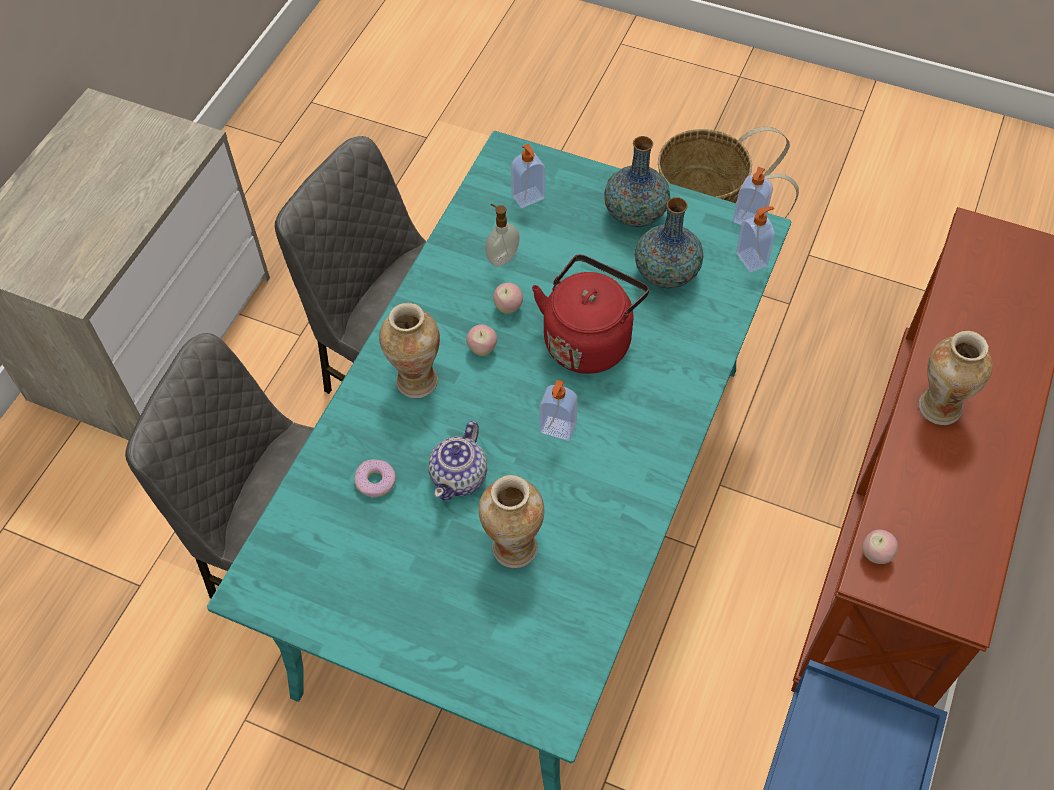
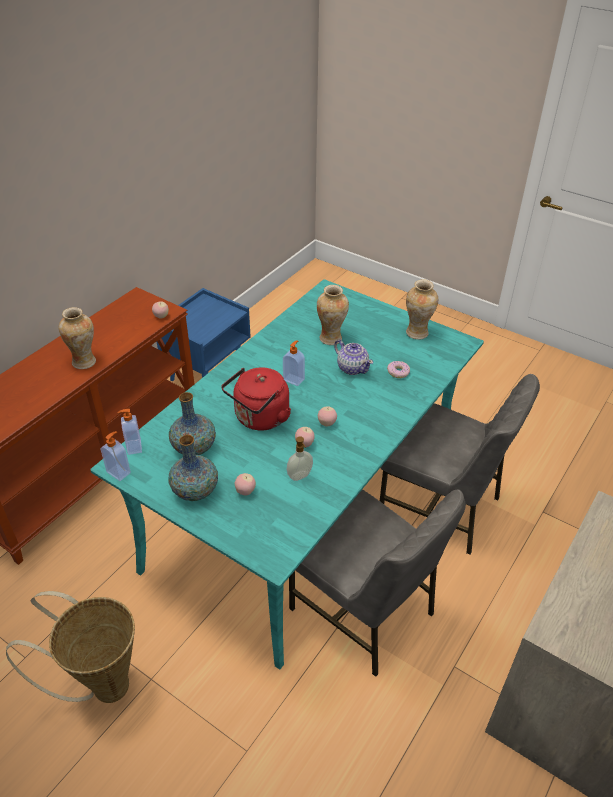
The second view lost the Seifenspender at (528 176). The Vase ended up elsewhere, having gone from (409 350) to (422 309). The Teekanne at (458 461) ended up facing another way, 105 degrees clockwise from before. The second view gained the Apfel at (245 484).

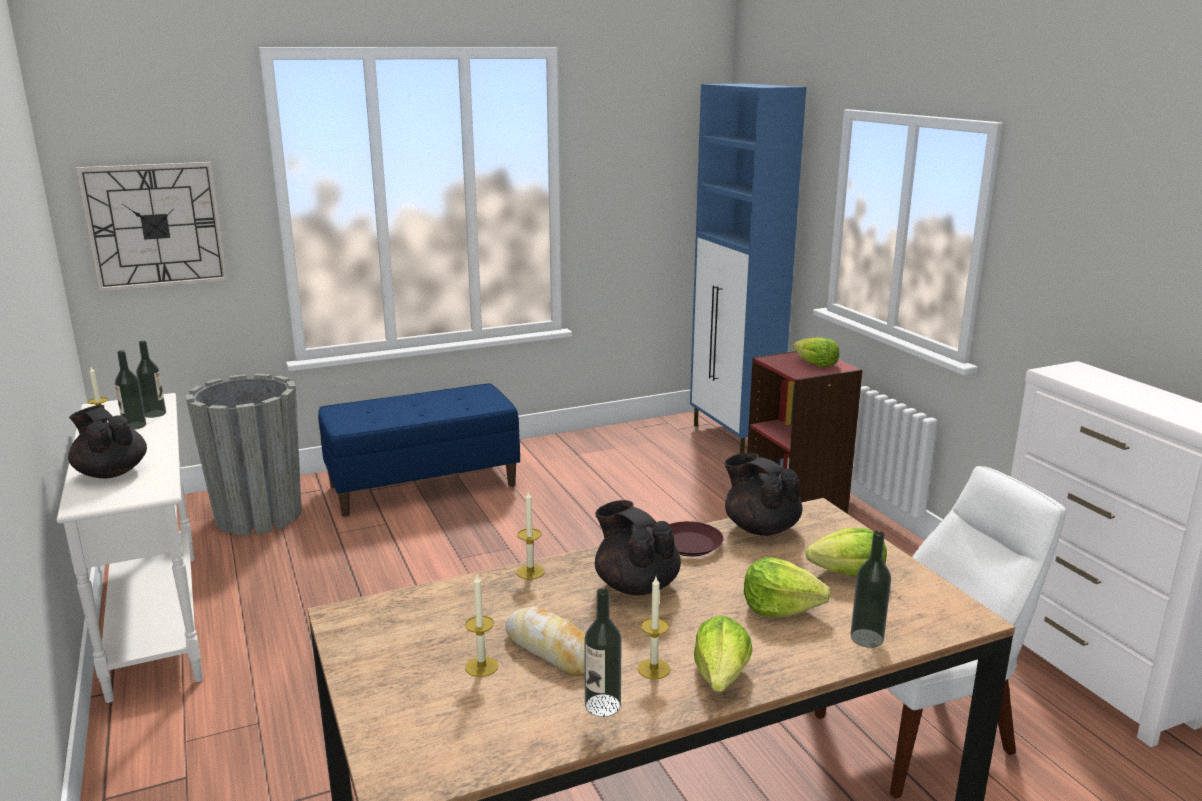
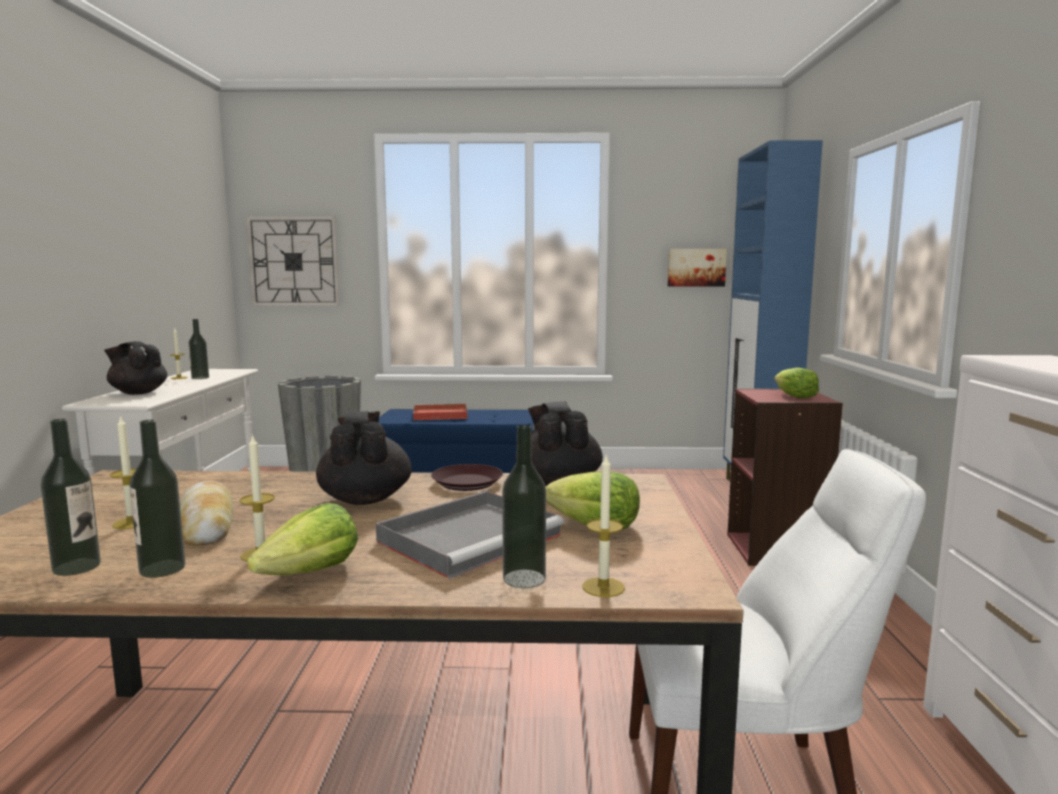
The Flasche ended up elsewhere, having gone from (151 379) to (71 497). The Teekanne (schwarz) at (107 441) ended up facing another way, 45 degrees counterclockwise from before. The Kerze ended up elsewhere, having gone from (530 535) to (603 525). Where the Salatkopf stood at (787 587), the Tablett (grau) came to stand at (470 535). The second view gained the Bild at (697 267). The second view gained the Tablett (rot) at (440 411).

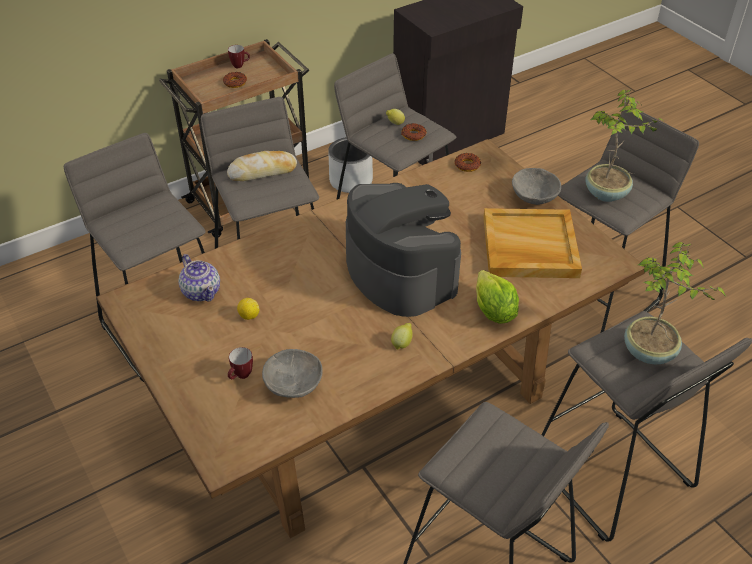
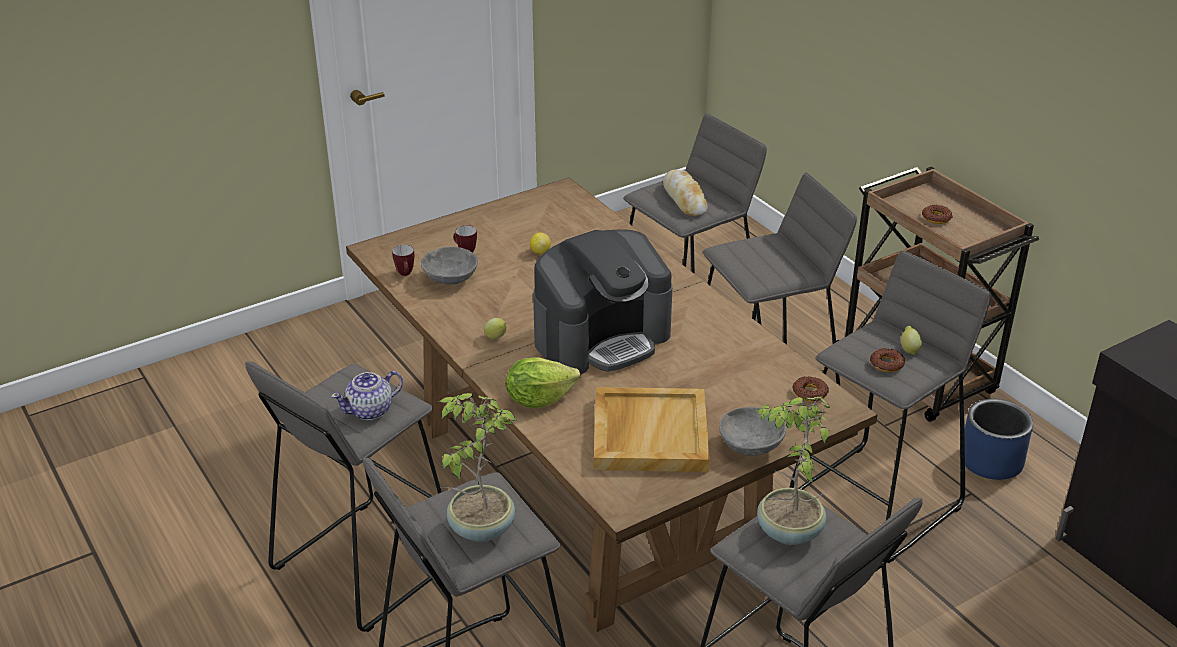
The Henkelbecher ended up elsewhere, having gone from (239 56) to (403 260). What was the Pflanzkübel (grau) at (350 165) turned into the Pflanzkübel (blau) at (999 439). The Brot ended up elsewhere, having gone from (262 166) to (685 193). The Teekanne ended up elsewhere, having gone from (199 277) to (367 395).

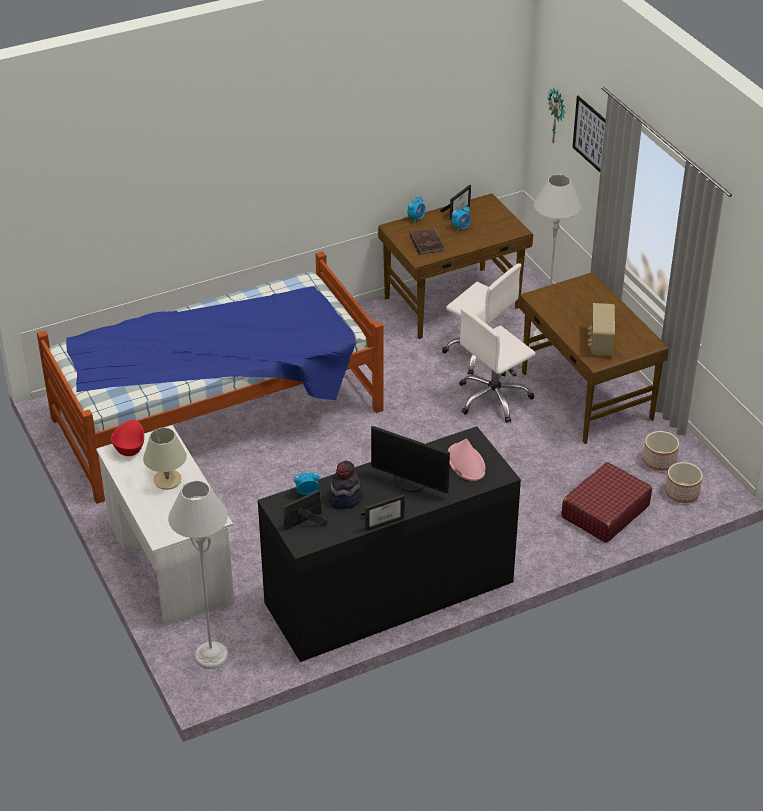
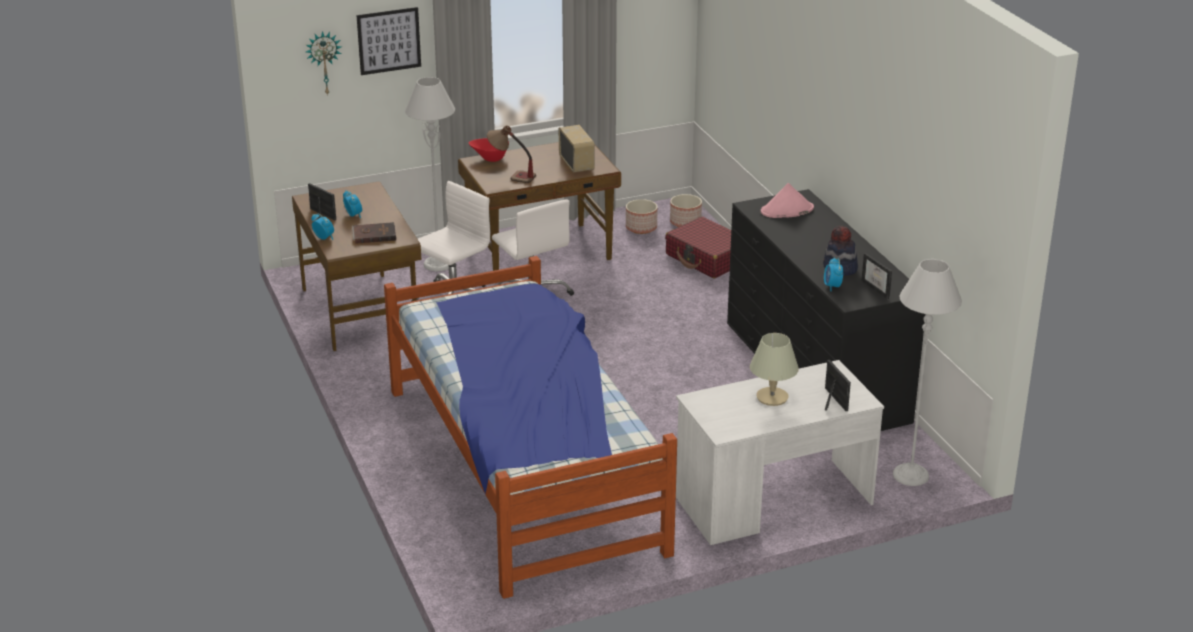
The Radio at (601 329) ended up facing another way, 120 degrees counterclockwise from before. The Schüssel (rot) ended up elsewhere, having gone from (127 438) to (488 150). The second view lost the Monitor at (410 459). The Bilderrahmen ended up elsewhere, having gone from (383 512) to (838 385). The second view gained the Tischlampe at (511 154).

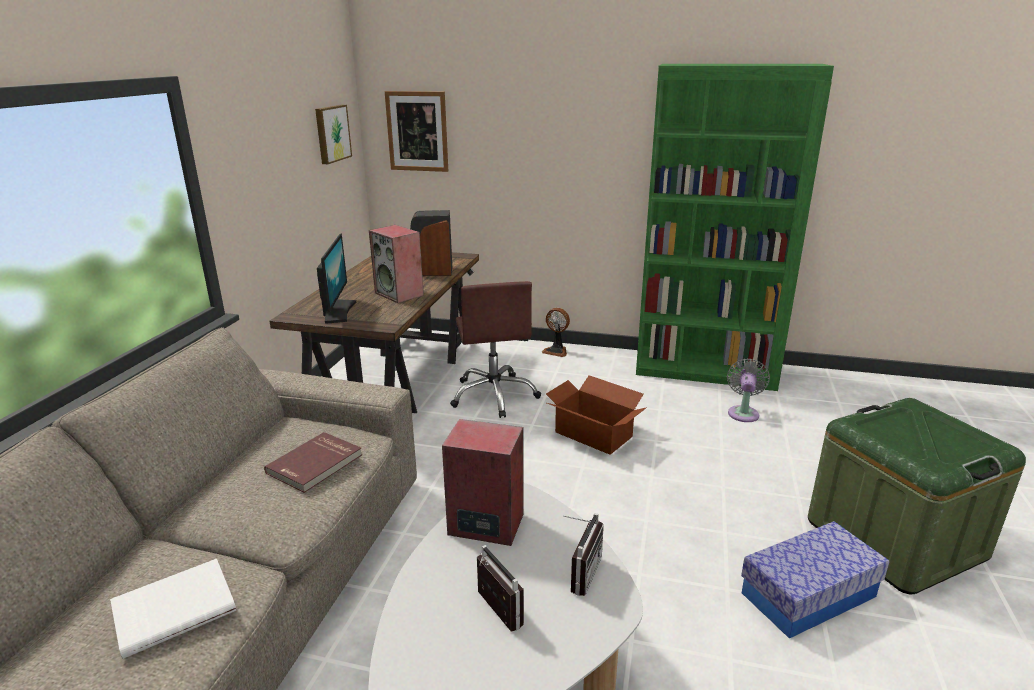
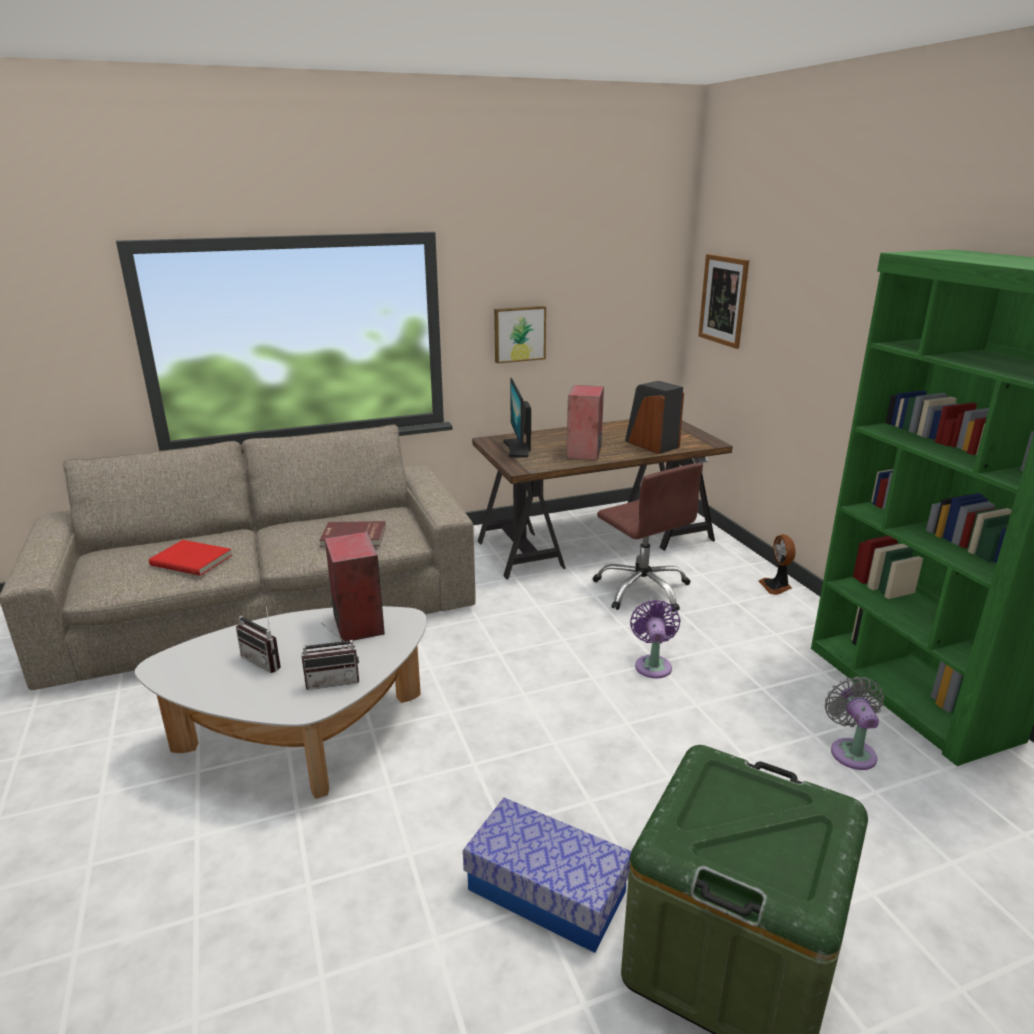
The Bild ended up elsewhere, having gone from (333 134) to (520 334). The Monitor at (336 278) ended up facing another way, 120 degrees clockwise from before. The Bürostuhl (braun) at (495 349) ended up facing another way, 75 degrees counterclockwise from before. The Ventilator (grau) at (748 390) ended up facing another way, 75 degrees counterclockwise from before. Where the Karton stood at (596 415), the Ventilator (lila) came to stand at (655 639). The Radio at (500 588) ended up facing another way, 105 degrees clockwise from before. What was the Buch (weiß) at (173 609) turned into the Buch (rot) at (190 558).

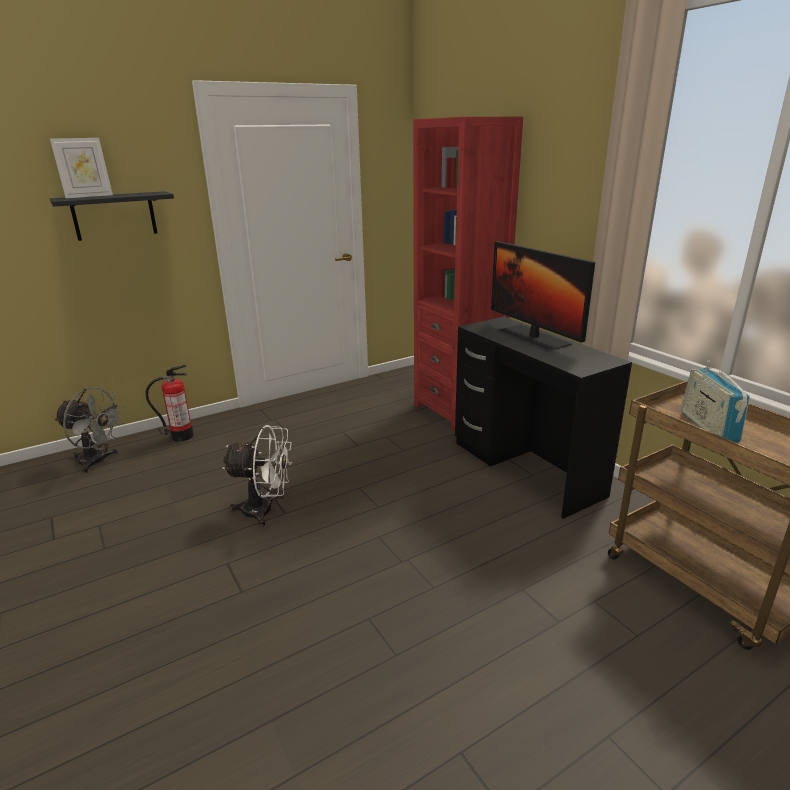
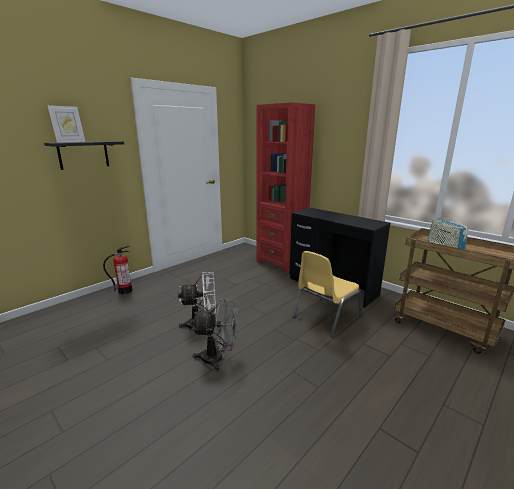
The second view lost the Monitor at (543 296). The Ventilator (grau) ended up elsewhere, having gone from (89 430) to (214 334). The second view gained the Stuhl (gelb) at (327 293).

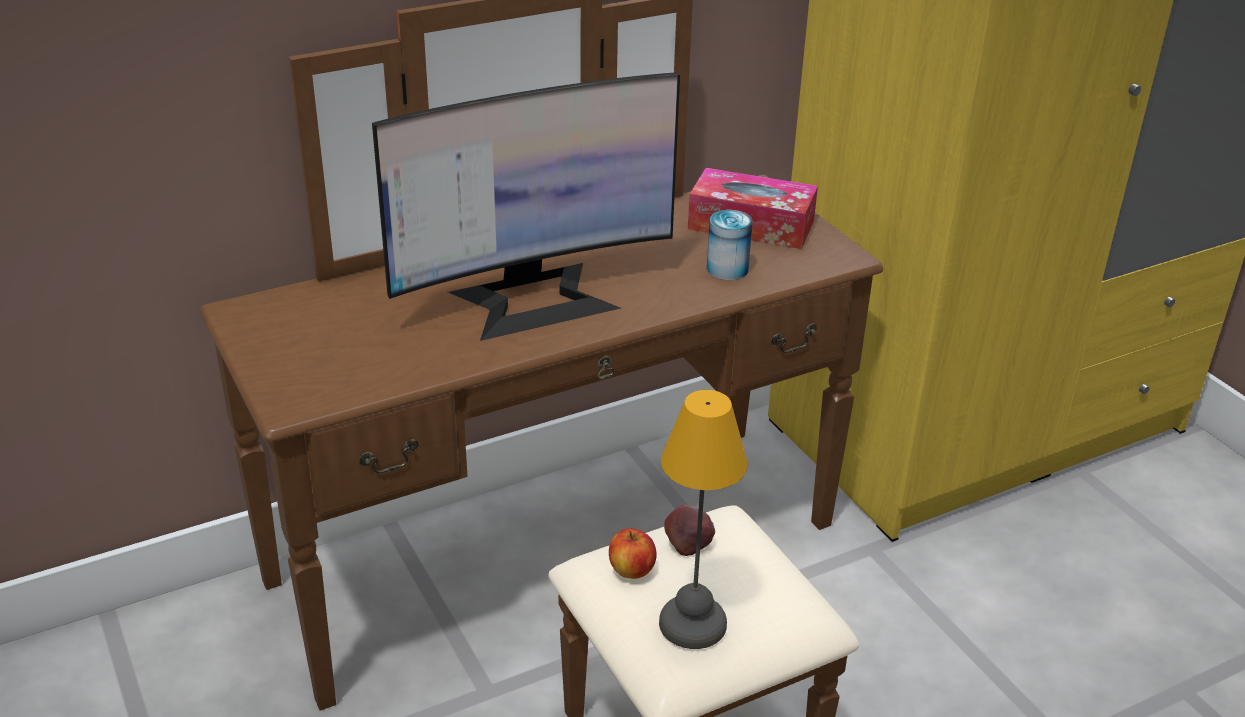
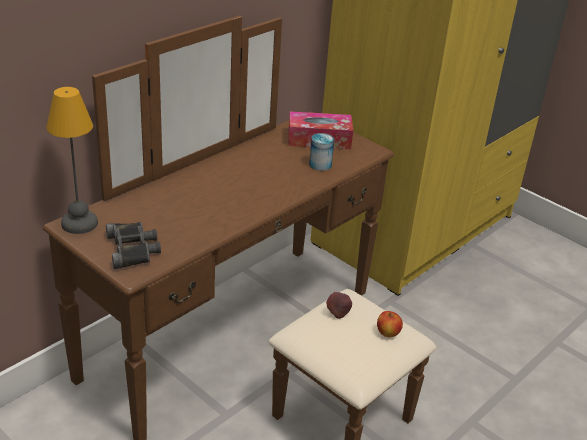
The second view lost the Monitor at (526 206). The Tischlampe ended up elsewhere, having gone from (703 519) to (72 160). The Apfel ended up elsewhere, having gone from (632 553) to (390 324). The second view gained the Fernglas (schwarz) at (133 245).

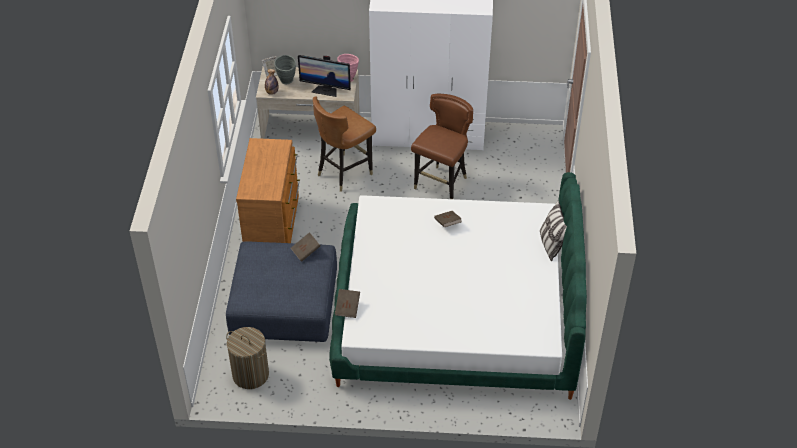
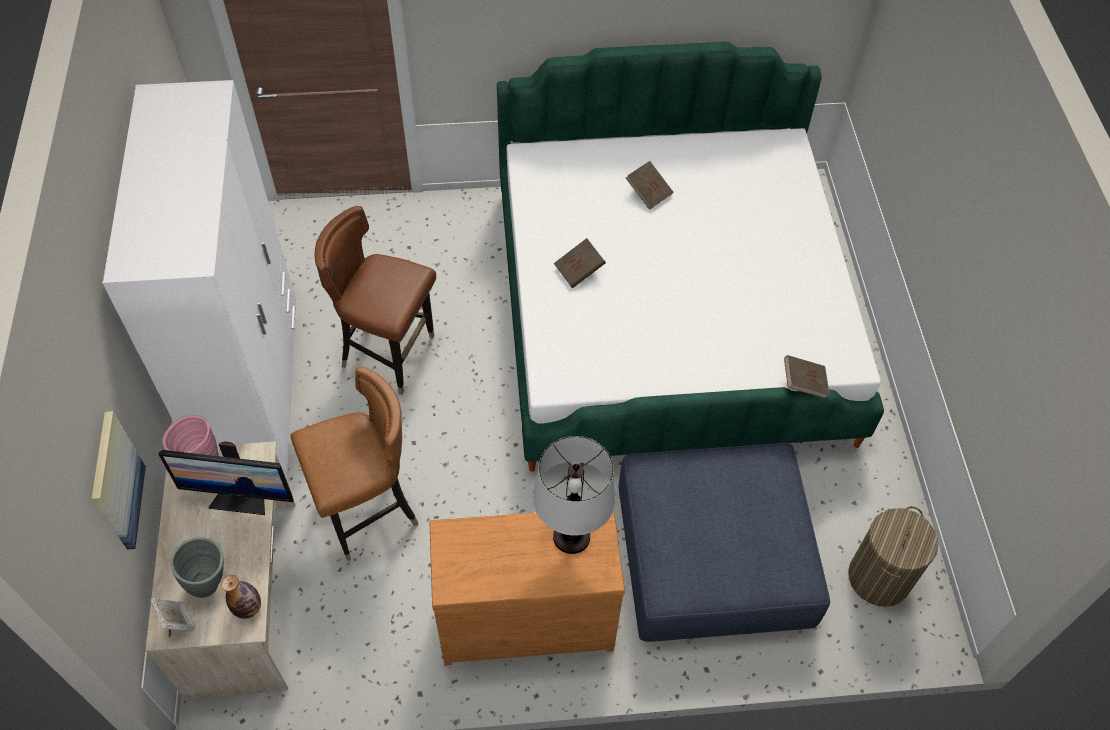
The Monitor at (324 76) ended up facing another way, 90 degrees clockwise from before. The Stuhl (braun) at (344 144) ended up facing another way, 60 degrees counterclockwise from before. The second view lost the Kissen at (553 230). The Buch (braun) ended up elsewhere, having gone from (305 247) to (650 185). The second view gained the Bild at (118 480). The second view gained the Tischlampe at (574 495).

